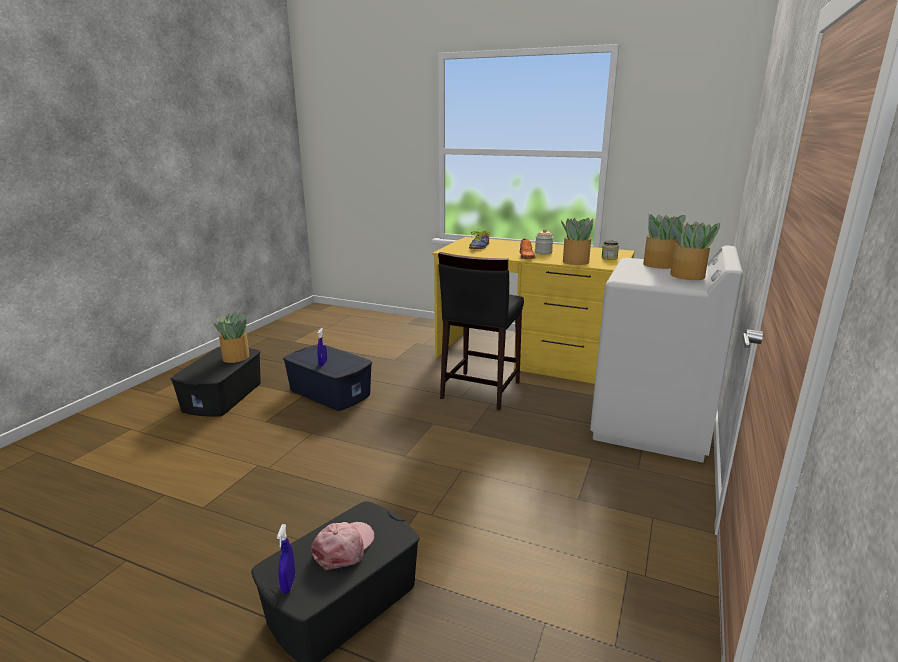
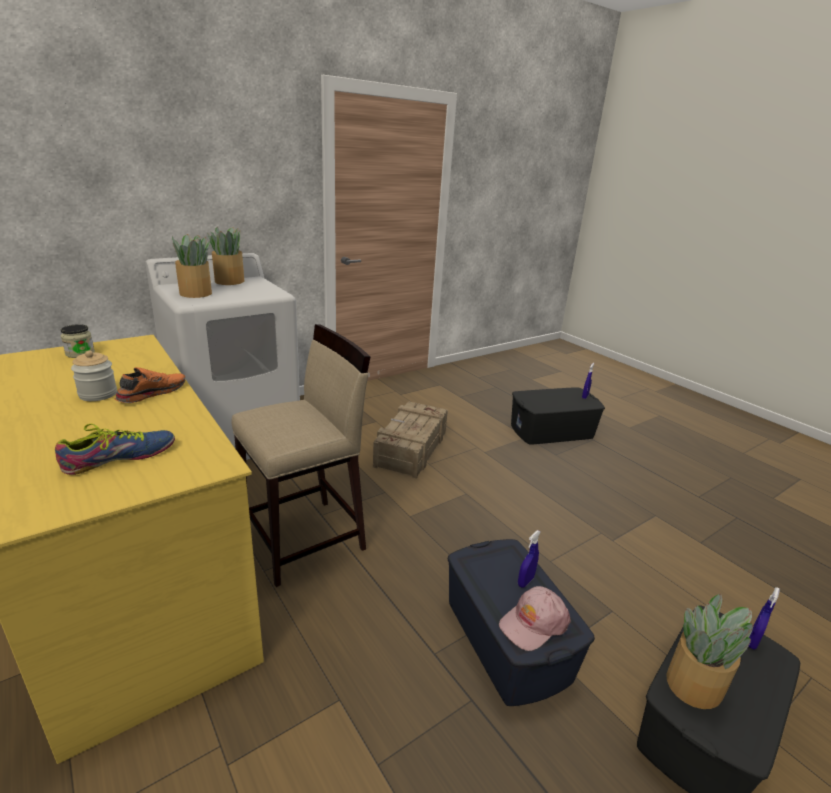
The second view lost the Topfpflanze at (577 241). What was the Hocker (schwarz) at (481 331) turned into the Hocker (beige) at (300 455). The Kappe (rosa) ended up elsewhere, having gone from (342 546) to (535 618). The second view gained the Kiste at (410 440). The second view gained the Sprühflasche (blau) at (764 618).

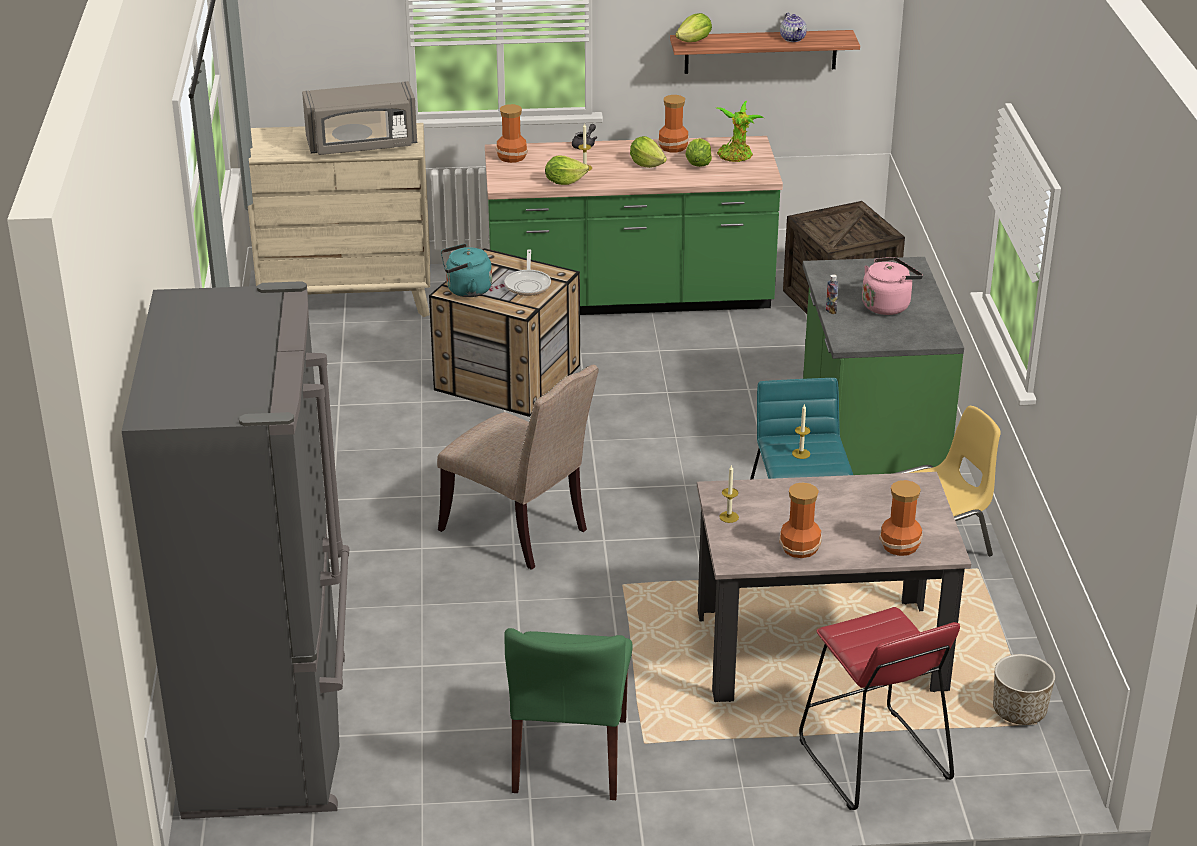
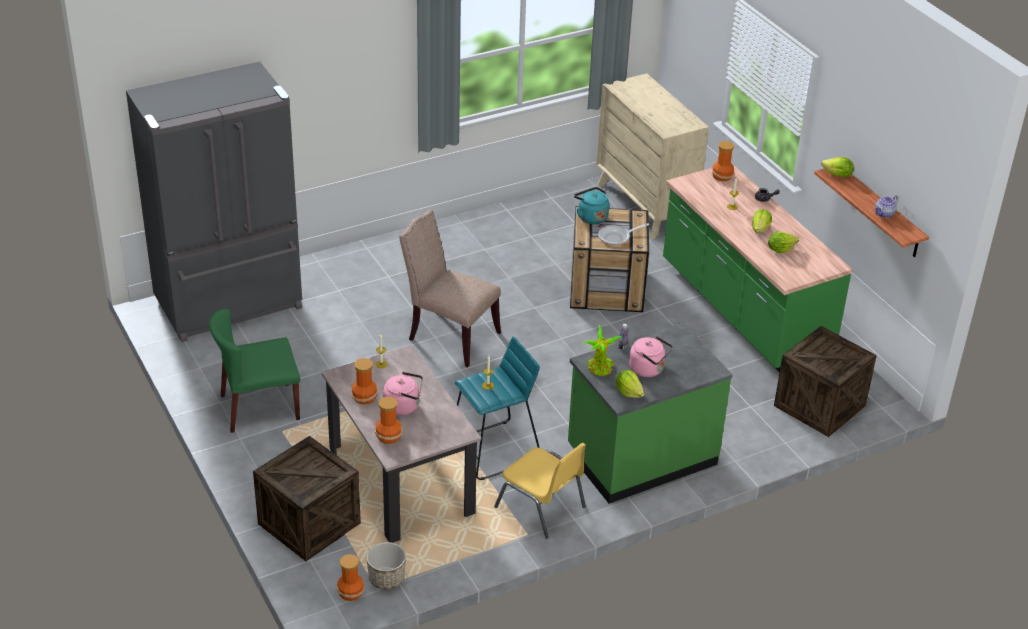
The second view lost the Mikrowelle (grau) at (359 118). The Vase ended up elsewhere, having gone from (673 124) to (351 577). The Topfpflanze ended up elsewhere, having gone from (740 131) to (602 350). The Salatkopf ended up elsewhere, having gone from (567 170) to (630 384). The Stuhl (beige) at (518 467) ended up facing another way, 105 degrees clockwise from before. Where the Hocker (rot) stood at (879 708), the Kiste came to stand at (307 498). The second view gained the Wasserkessel (rosa) at (403 394).

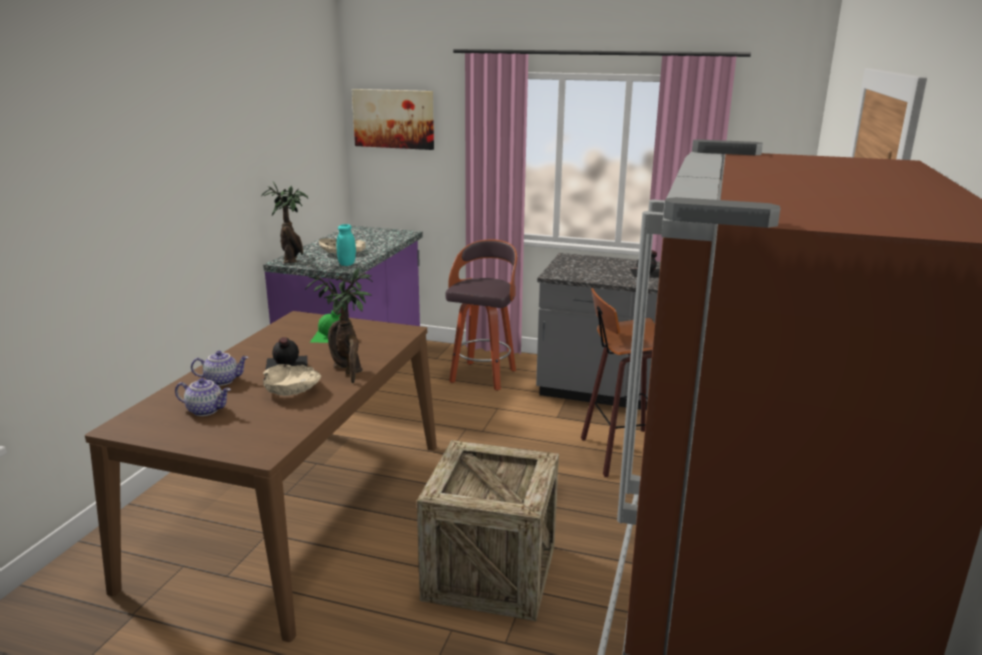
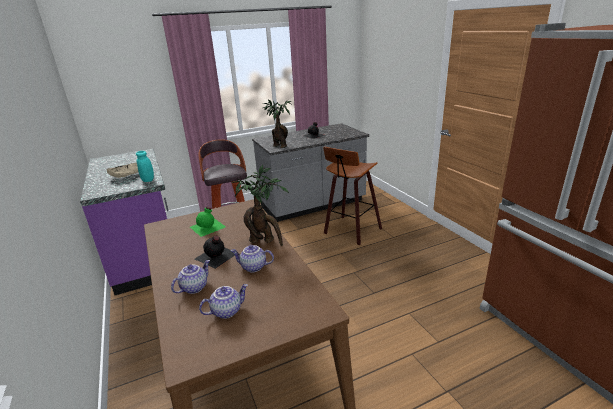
The second view lost the Bild at (393 119). The Topfpflanze ended up elsewhere, having gone from (284 222) to (277 123). Where the Schüssel (beige) stood at (292 380), the Teekanne came to stand at (252 258). The second view lost the Kiste at (488 530).

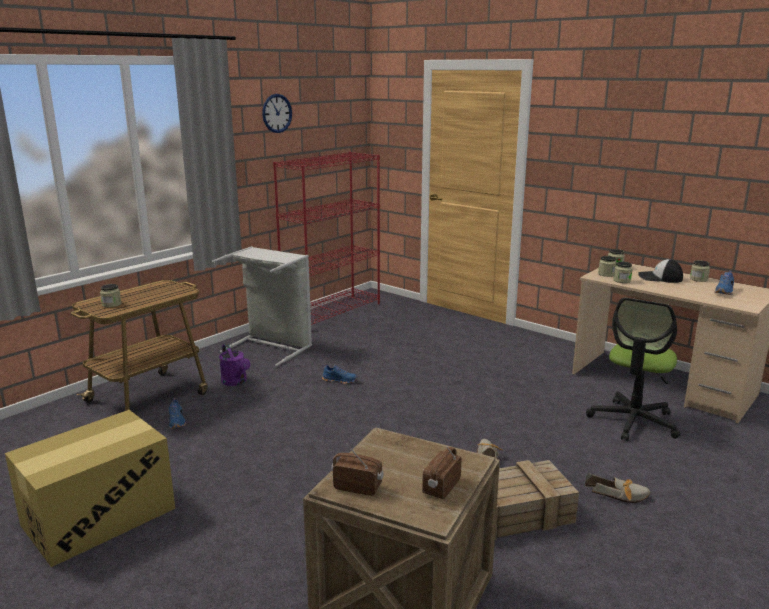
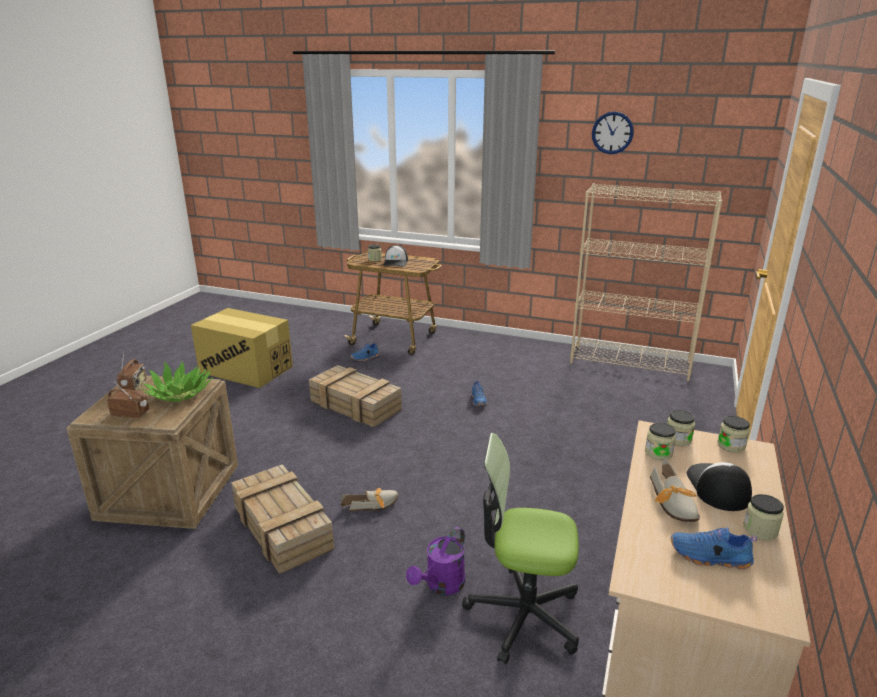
What was the Bücherregal (rot) at (326 238) turned into the Bücherregal (beige) at (646 282). The second view lost the Wäschekorb (grau) at (262 306). The Gießkanne (lila) ended up elsewhere, having gone from (234 365) to (435 561). The Schuh ended up elsewhere, having gone from (617 488) to (675 490). The second view gained the Kappe at (395 255). The second view gained the Topfpflanze at (177 381). The second view gained the Kiste at (355 396).

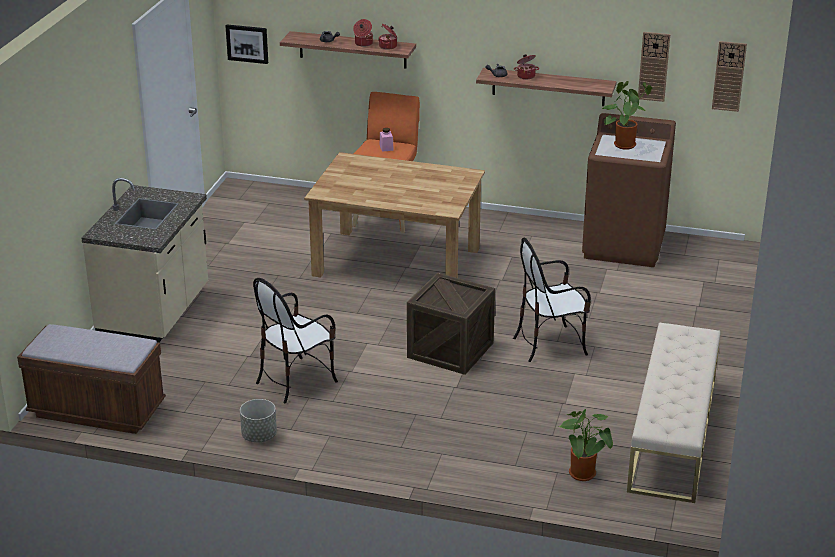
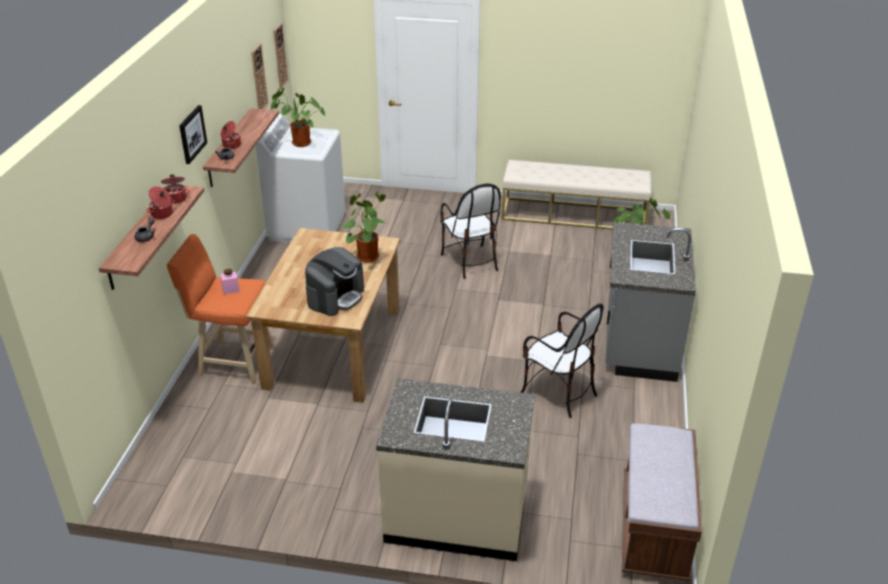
The Bild ended up elsewhere, having gone from (246 44) to (193 134). What was the Waschmaschine (braun) at (629 190) turned into the Waschmaschine (weiß) at (300 178). The second view lost the Kiste at (451 324). The second view lost the Pflanzkübel (grau) at (258 421). The second view gained the Topfpflanze at (364 226). The second view gained the Küchenzeile (grau) at (650 302). The second view gained the Kaffeemaschine at (334 281).

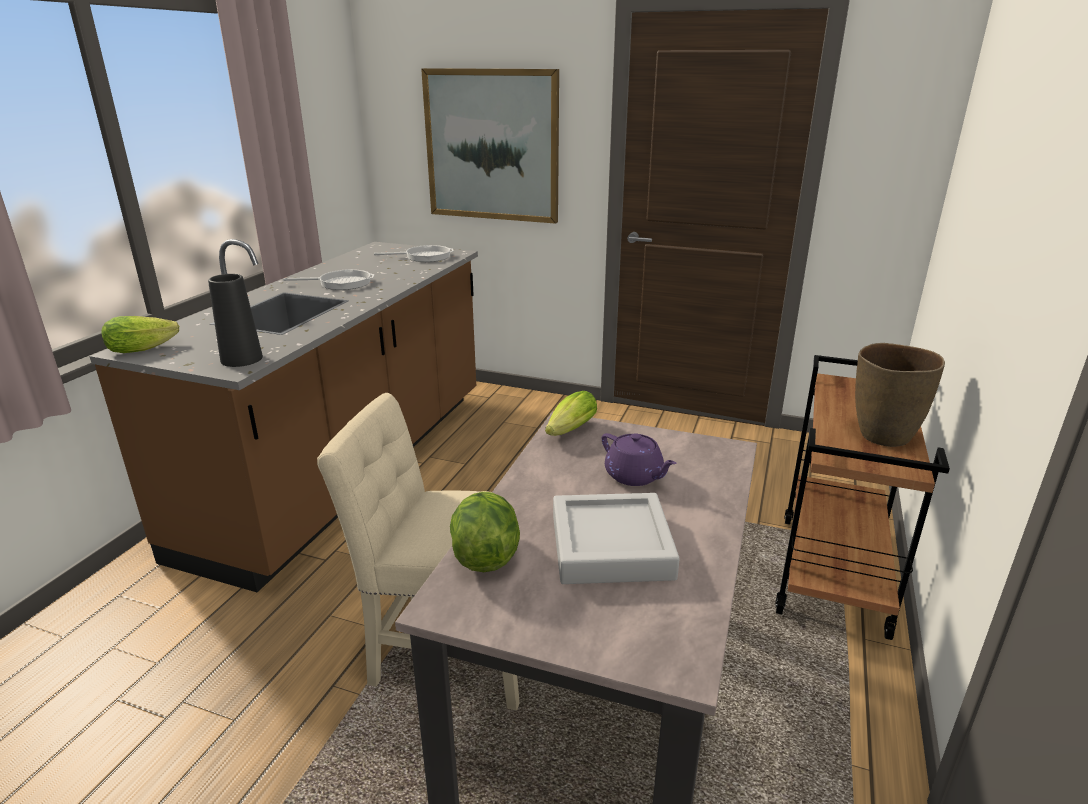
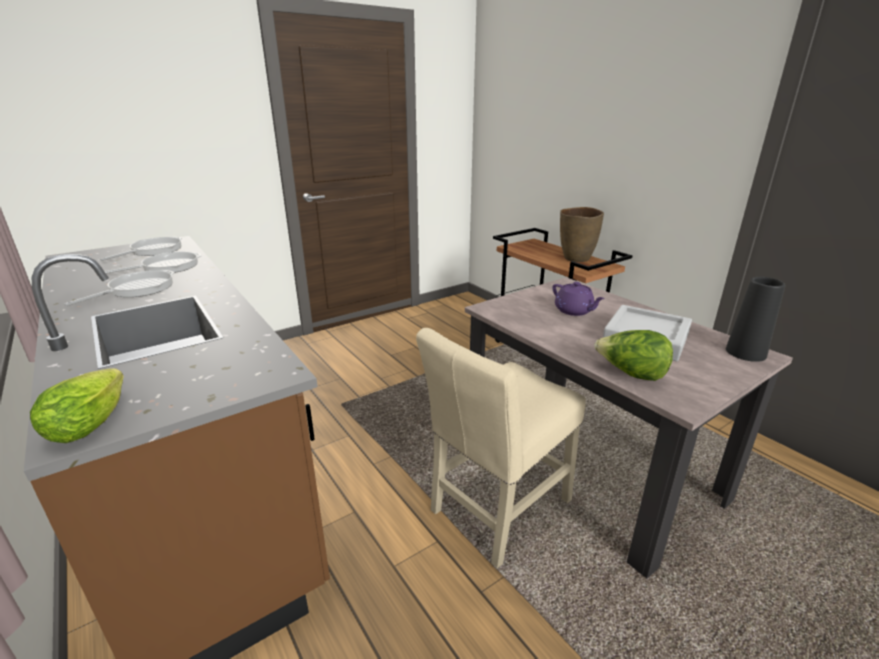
The second view lost the Bild at (490 146). The Vase (schwarz) ended up elsewhere, having gone from (235 320) to (756 319). The second view lost the Salatkopf at (571 413). The Teekanne (lila) at (639 459) ended up facing another way, 60 degrees clockwise from before. The second view gained the Pfanne at (153 263).

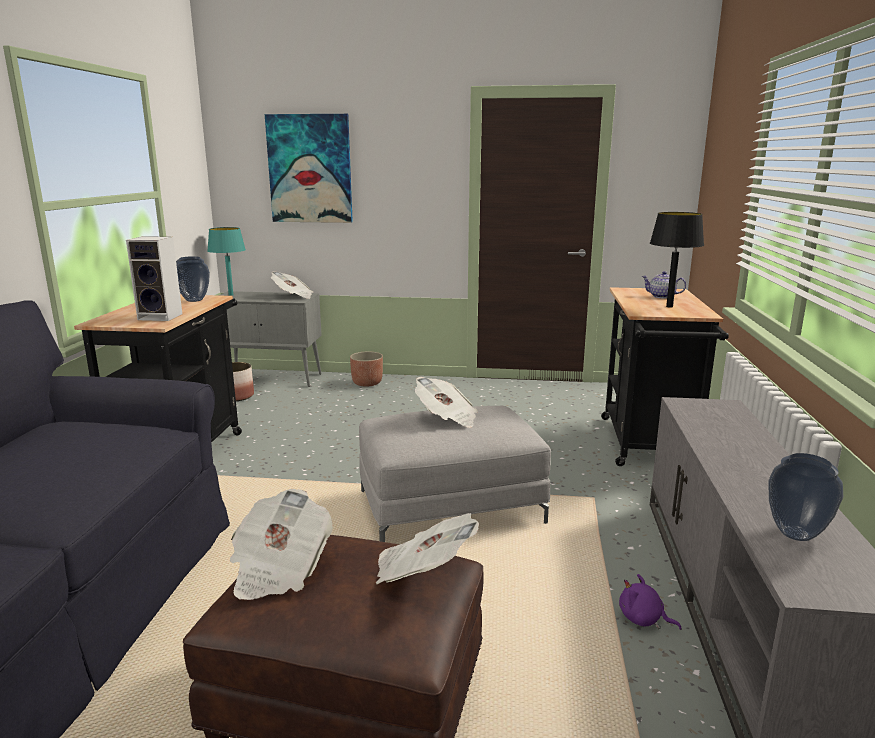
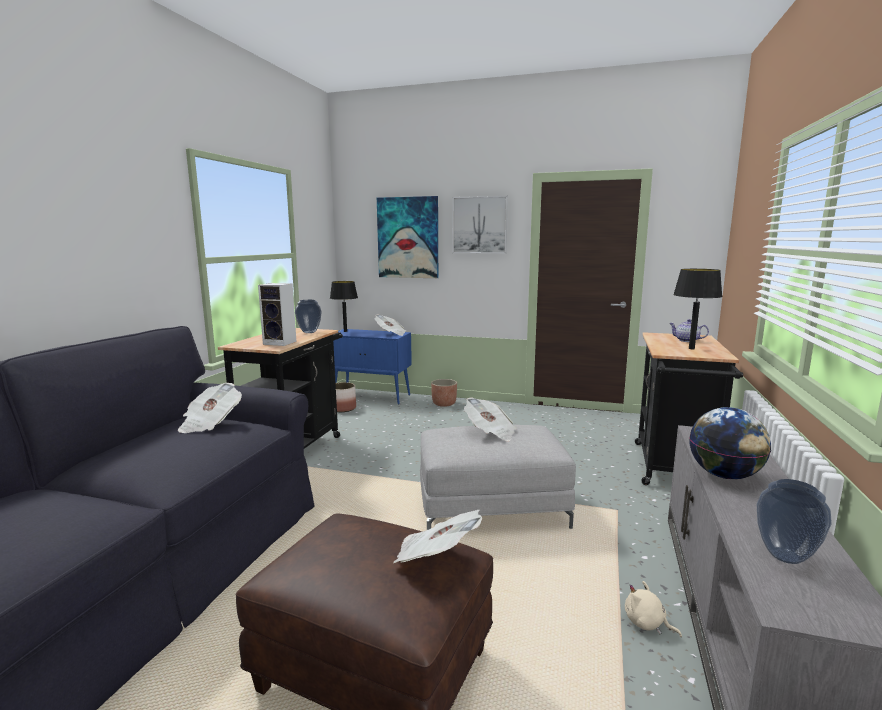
What was the Tischlampe (türkis) at (226 261) turned into the Tischlampe (schwarz) at (344 306). What was the Schrank (grau) at (270 339) turned into the Schrank (blau) at (372 367). The Zeitung ended up elsewhere, having gone from (281 544) to (210 408). What was the Plüschtier (lila) at (650 602) turned into the Plüschtier (beige) at (653 609). The second view gained the Bild at (480 225). The second view gained the Globus at (730 443).

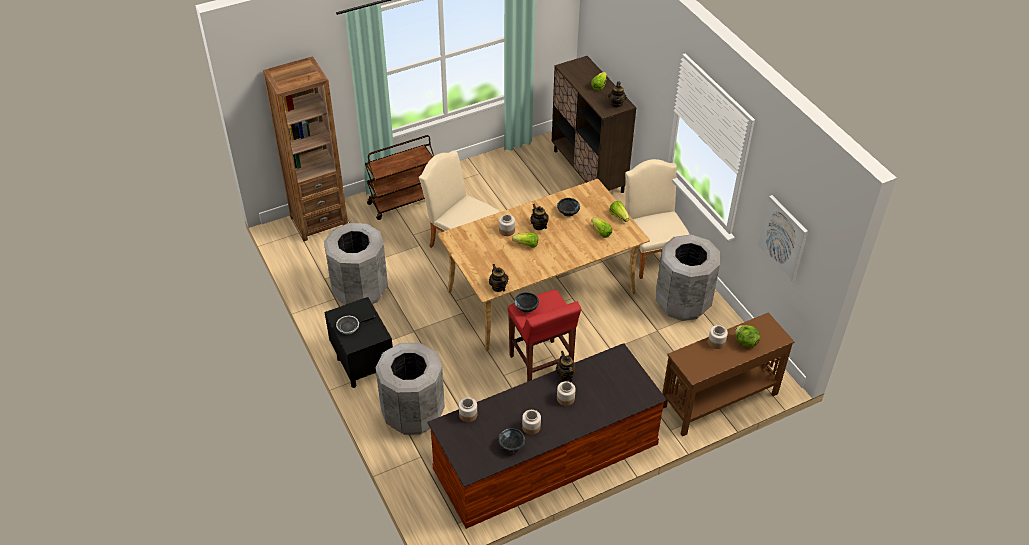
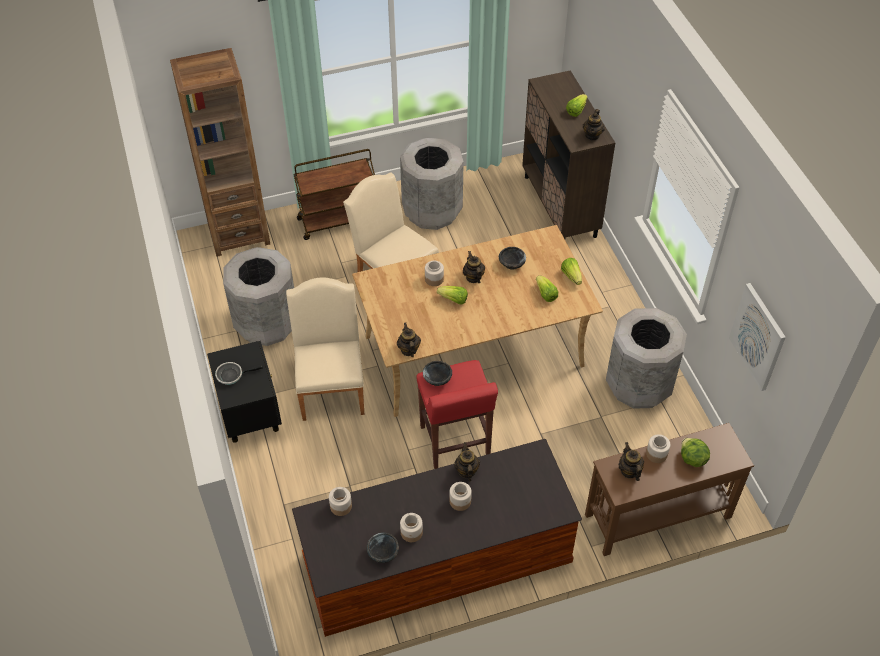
The Stuhl (beige) ended up elsewhere, having gone from (657 219) to (325 349). The Mülleimer (grau) ended up elsewhere, having gone from (410 389) to (432 183). The second view gained the Teekanne at (631 461).

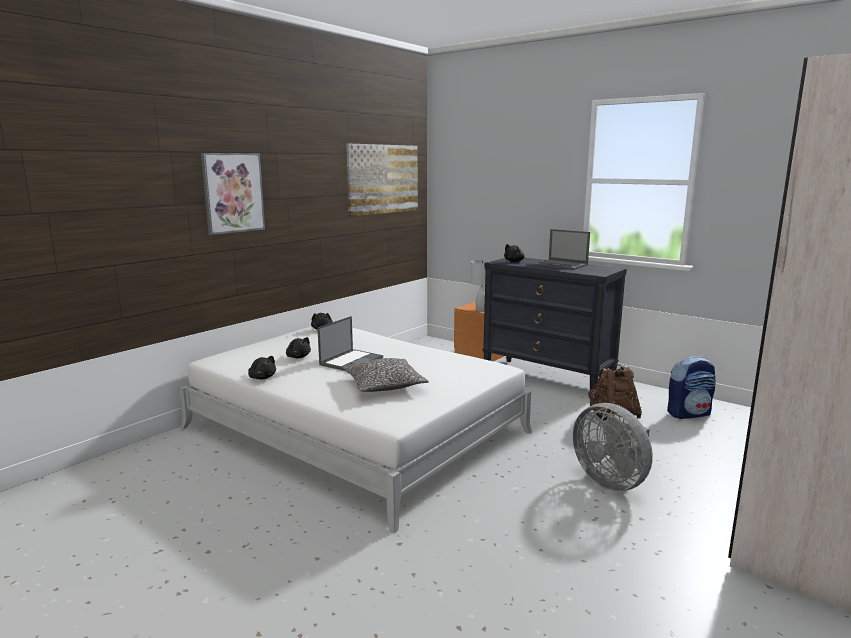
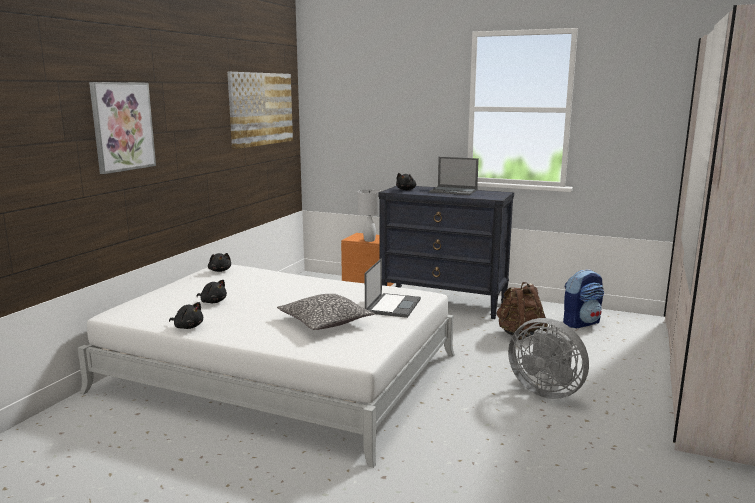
The Laptop ended up elsewhere, having gone from (350 343) to (393 288).

